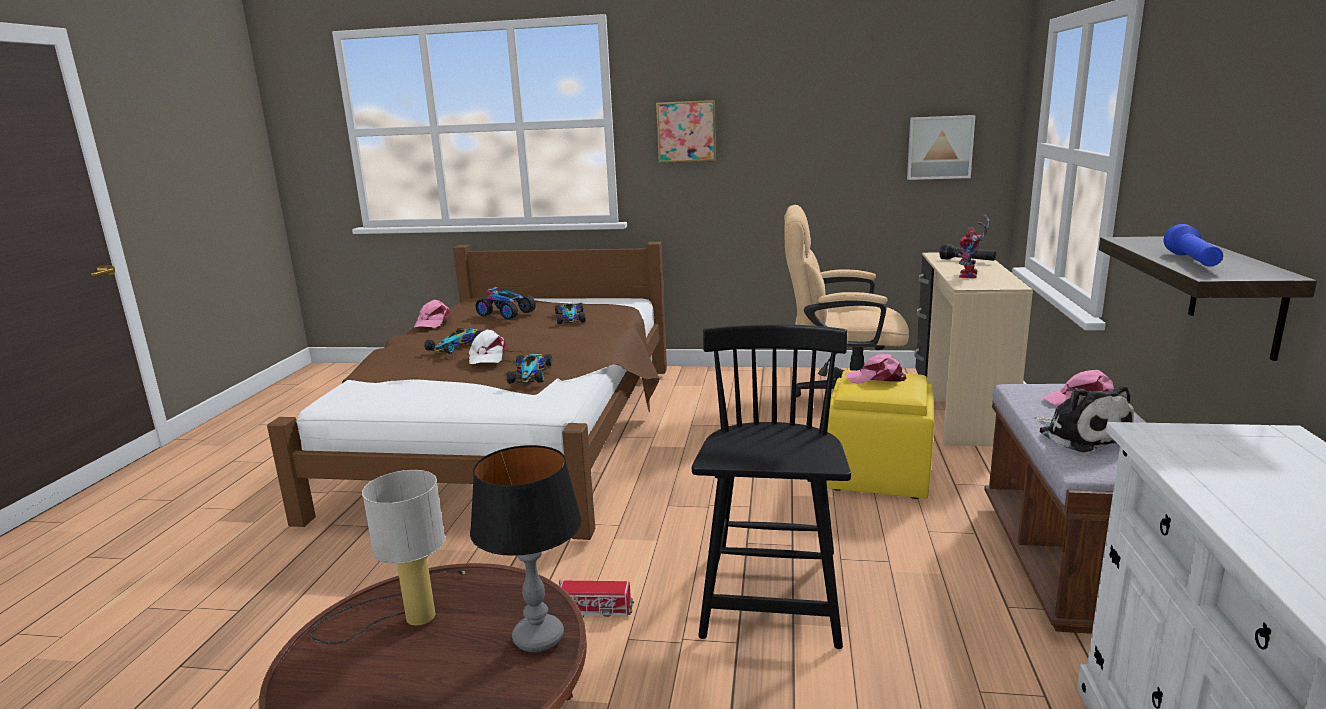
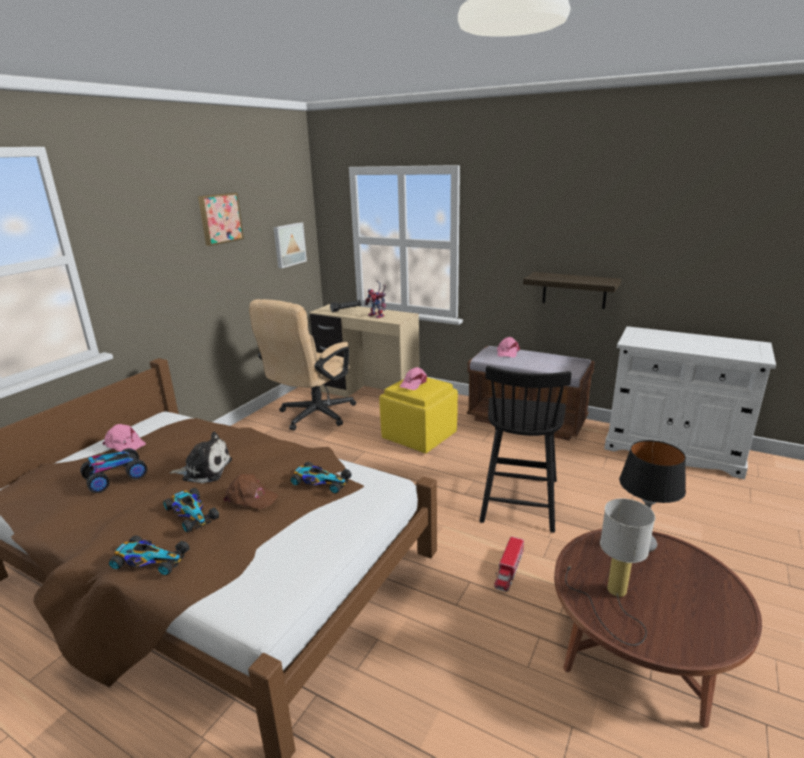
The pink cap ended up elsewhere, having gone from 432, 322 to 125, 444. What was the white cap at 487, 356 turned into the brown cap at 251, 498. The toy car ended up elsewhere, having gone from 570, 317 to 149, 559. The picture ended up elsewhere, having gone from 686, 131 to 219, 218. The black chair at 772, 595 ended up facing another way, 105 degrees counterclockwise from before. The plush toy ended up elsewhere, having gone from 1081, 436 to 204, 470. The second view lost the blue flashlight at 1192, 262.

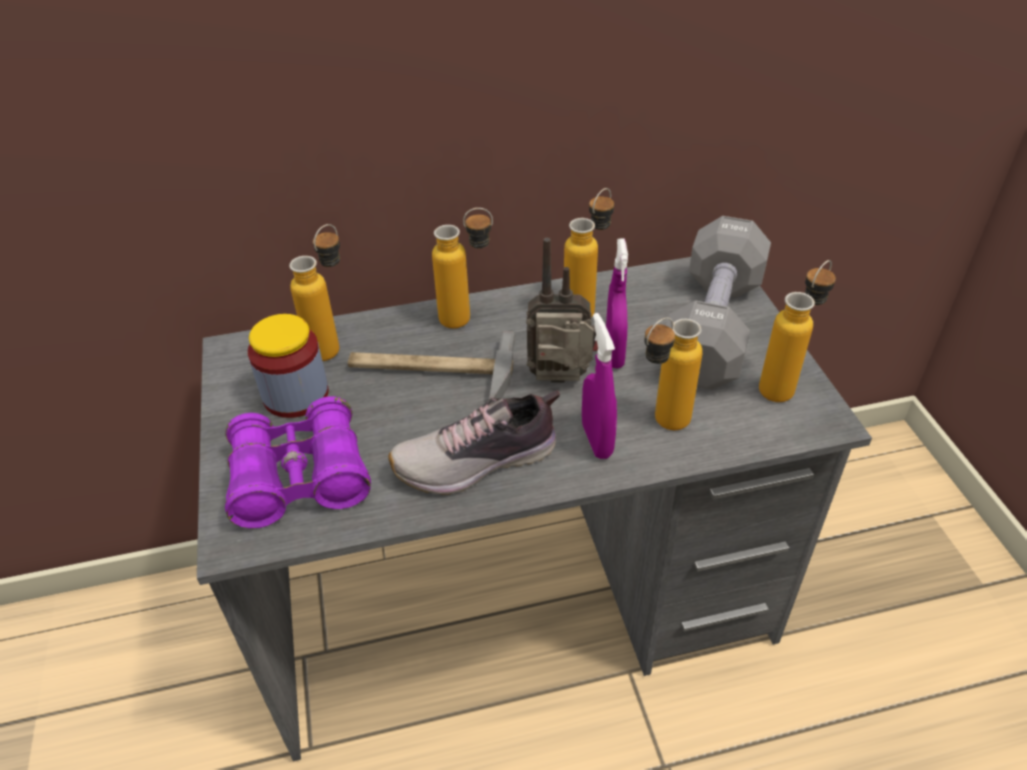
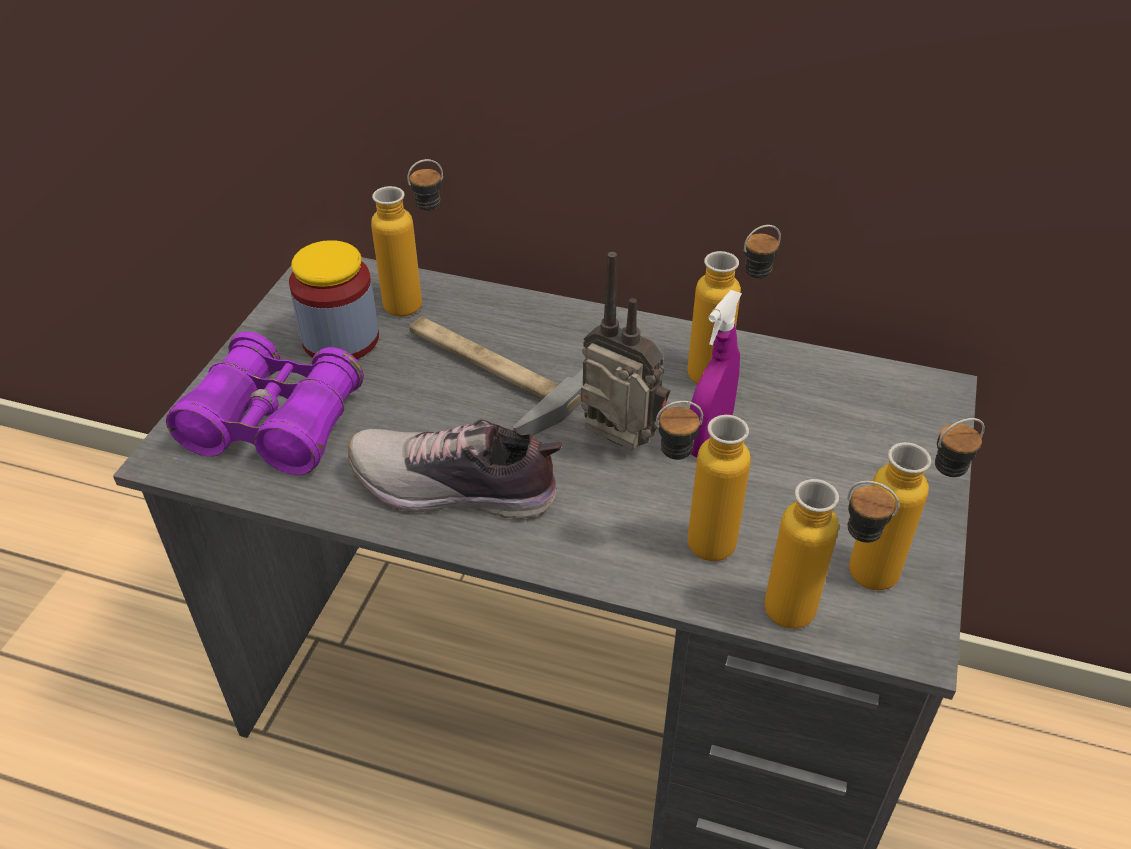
The bottle ended up elsewhere, having gone from 468, 319 to 810, 618. The second view lost the purple spray bottle at 596, 440. The second view lost the grey dumbbell at 712, 328.

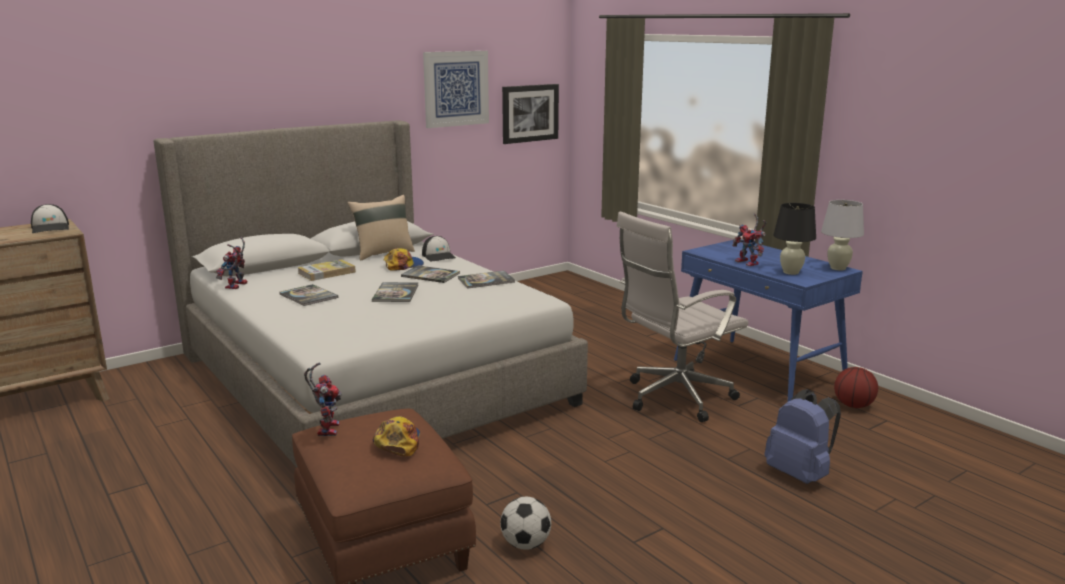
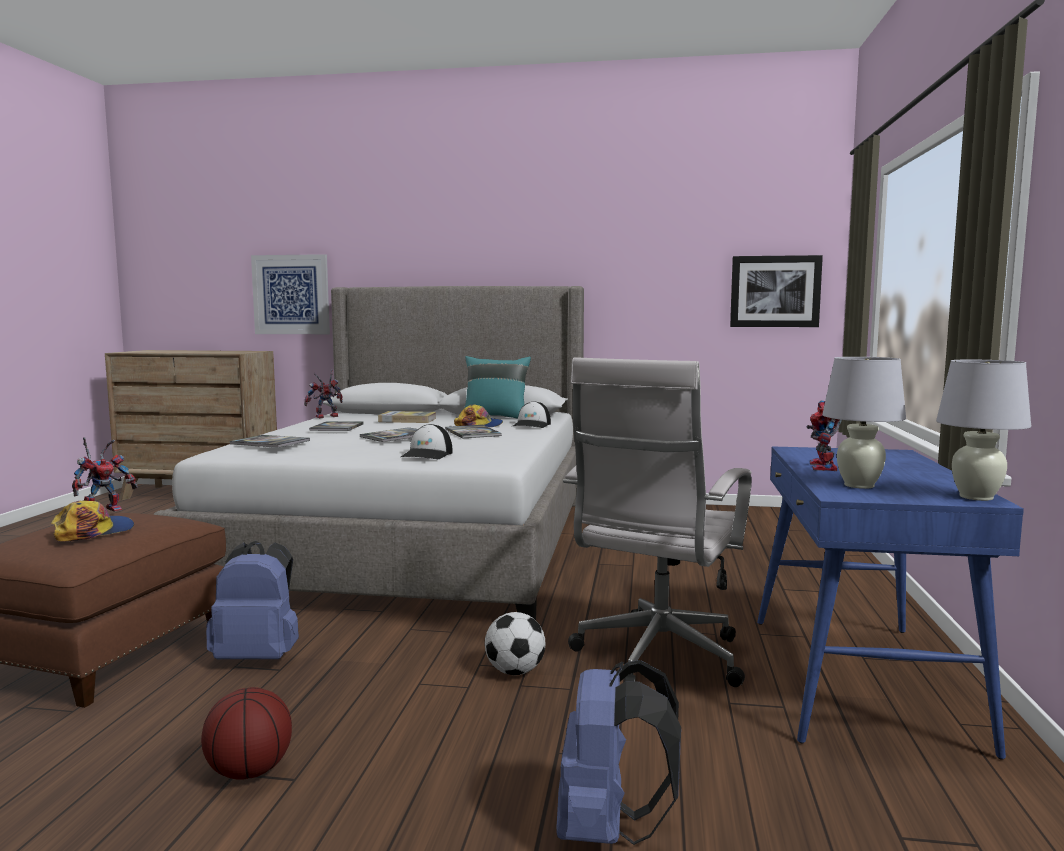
The cap ended up elsewhere, having gone from 51, 228 to 427, 455. What was the beige pillow at 383, 253 turned into the turquoise pillow at 496, 417. The picture ended up elsewhere, having gone from 456, 88 to 291, 294. The book ended up elsewhere, having gone from 486, 280 to 270, 443. The football ended up elsewhere, having gone from 525, 544 to 515, 671. The white office chair at 674, 398 ended up facing another way, 75 degrees counterclockwise from before. What was the black table lamp at 791, 272 turned into the white table lamp at 859, 485. The basketball ended up elsewhere, having gone from 853, 406 to 249, 772. The second view gained the blue backpack at 259, 657.

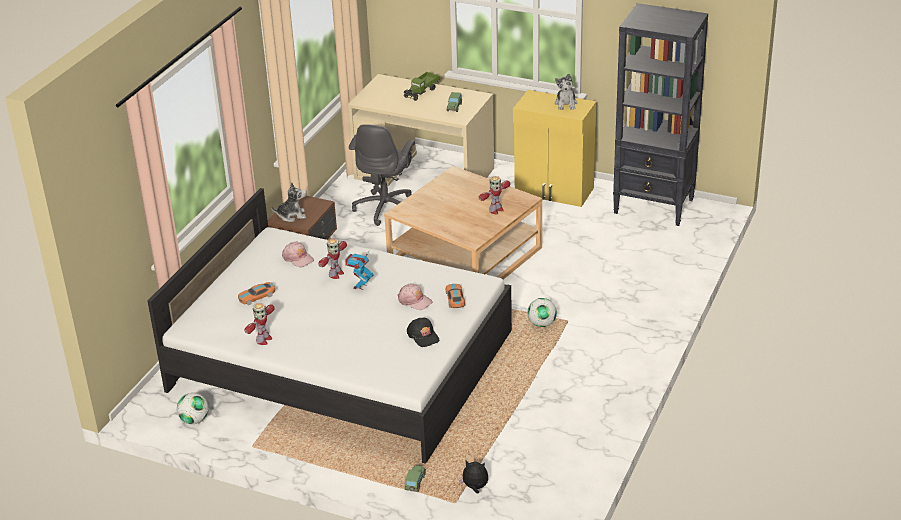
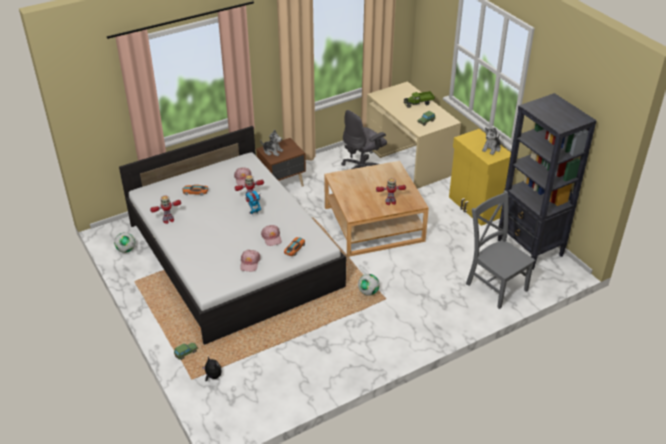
What was the black cap at 423, 336 turned into the pink cap at 249, 263. The second view gained the grey chair at 495, 285.

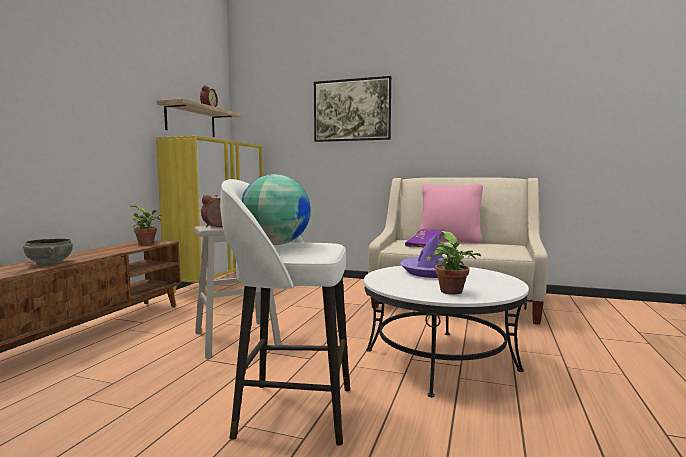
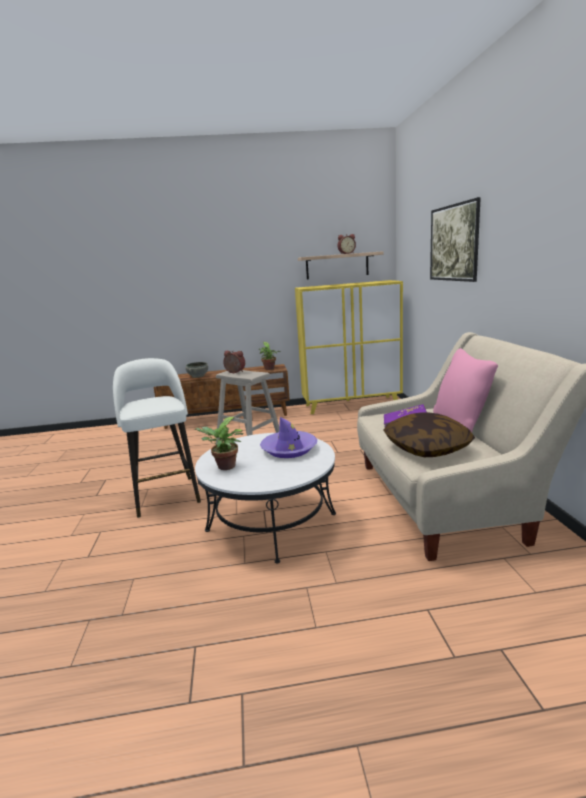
The second view lost the globe at 275, 244. The second view gained the pillow at 427, 447.

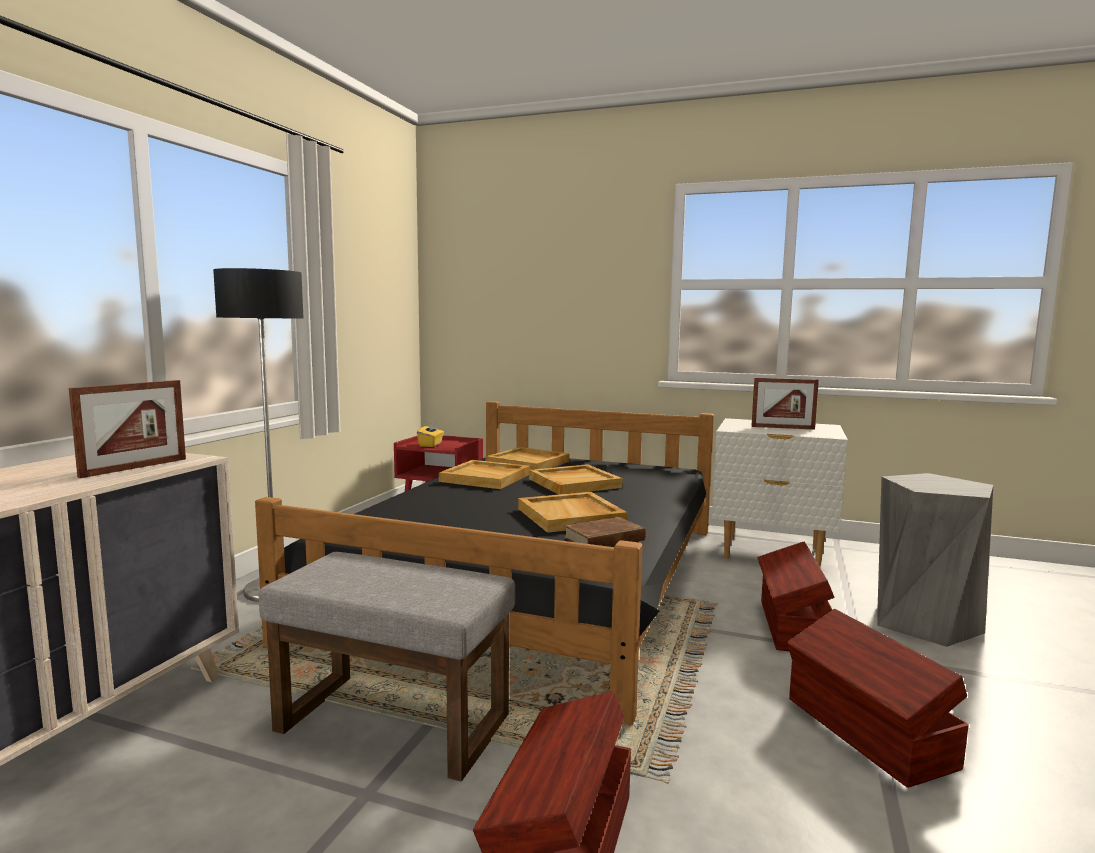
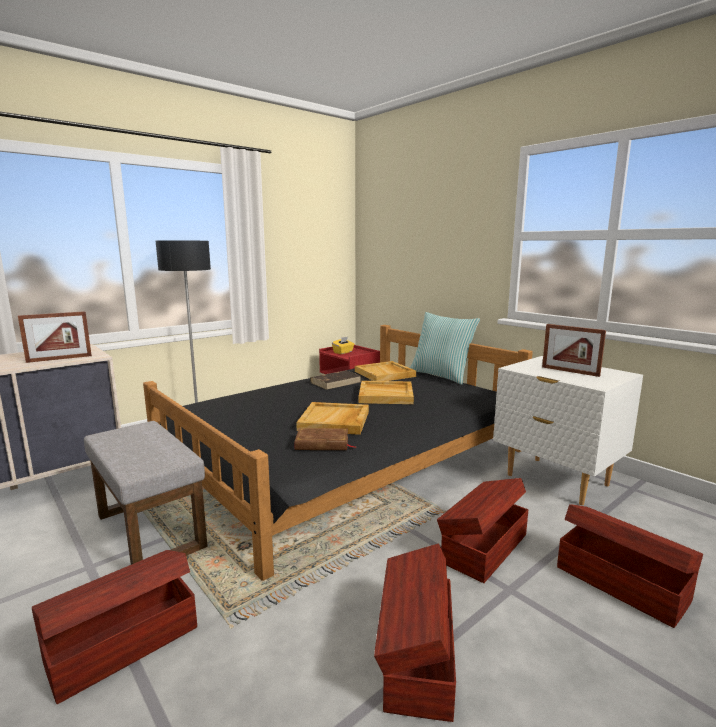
Where the beige tray stood at 486, 478, the brown book came to stand at 336, 382. Where the grey stool stood at 924, 622, the brown storage box came to stand at 620, 582. The second view gained the pillow at 441, 375.

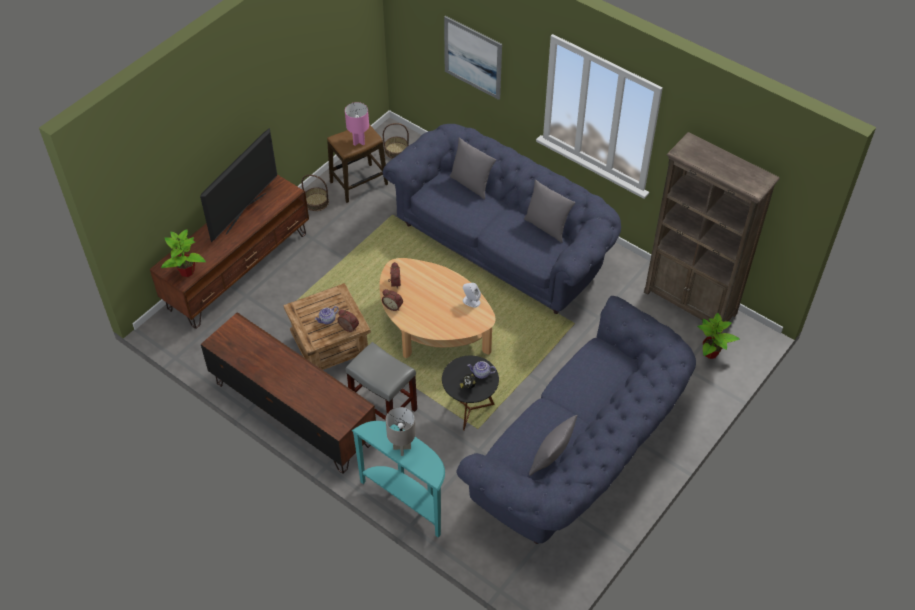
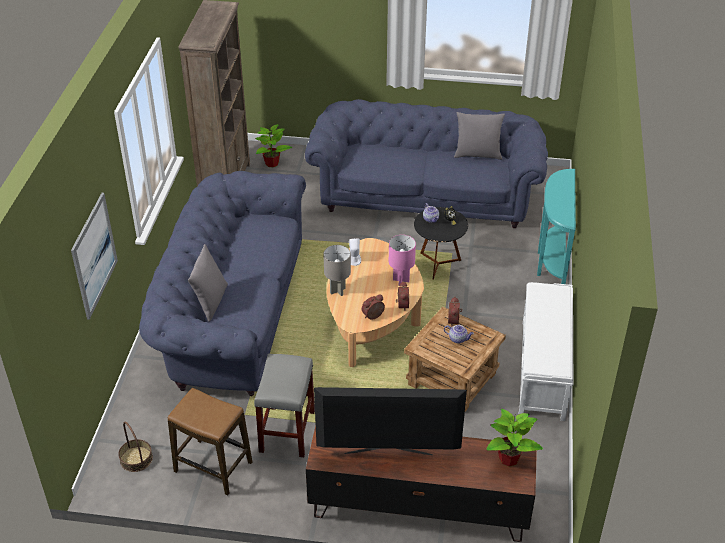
Where the brown tv stand stood at 292, 412, the white bench came to stand at 543, 370. The second view lost the basket at 316, 202. The pink table lamp ended up elsewhere, having gone from 359, 141 to 400, 280. The grey stool ended up elsewhere, having gone from 382, 408 to 287, 432. The grey table lamp ended up elsewhere, having gone from 402, 448 to 337, 290. The second view lost the grey pillow at 547, 227.

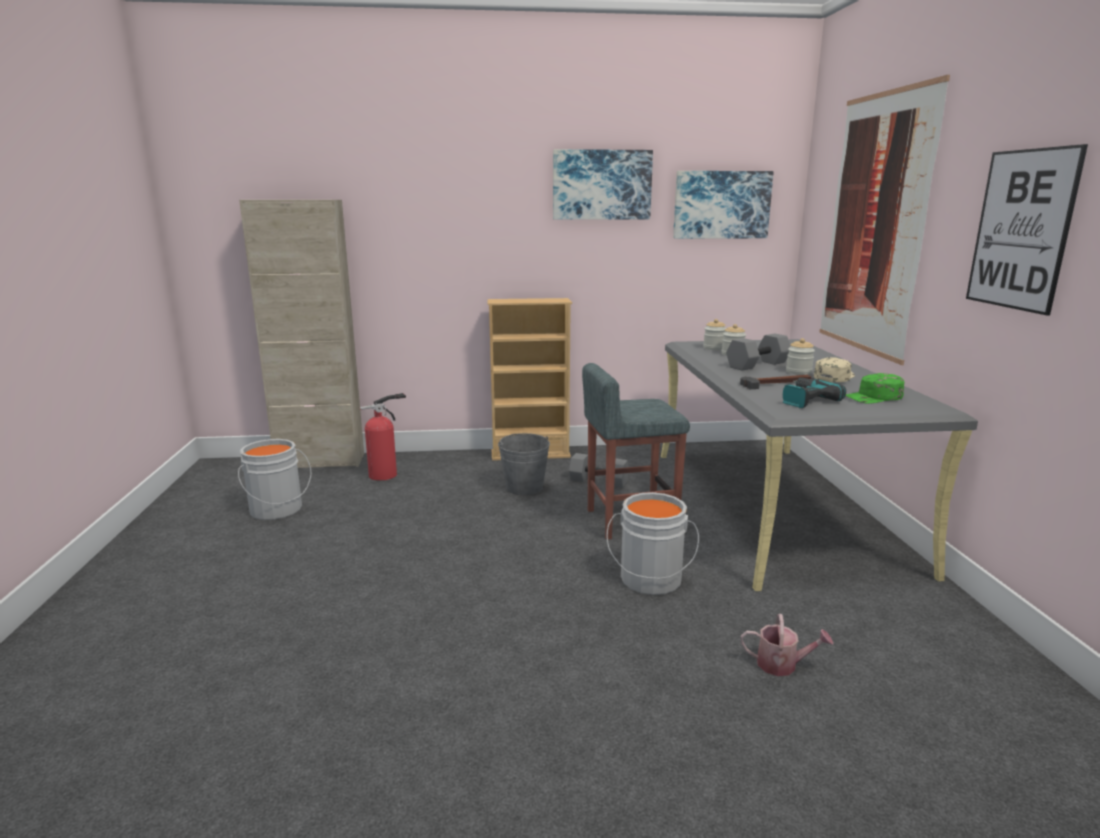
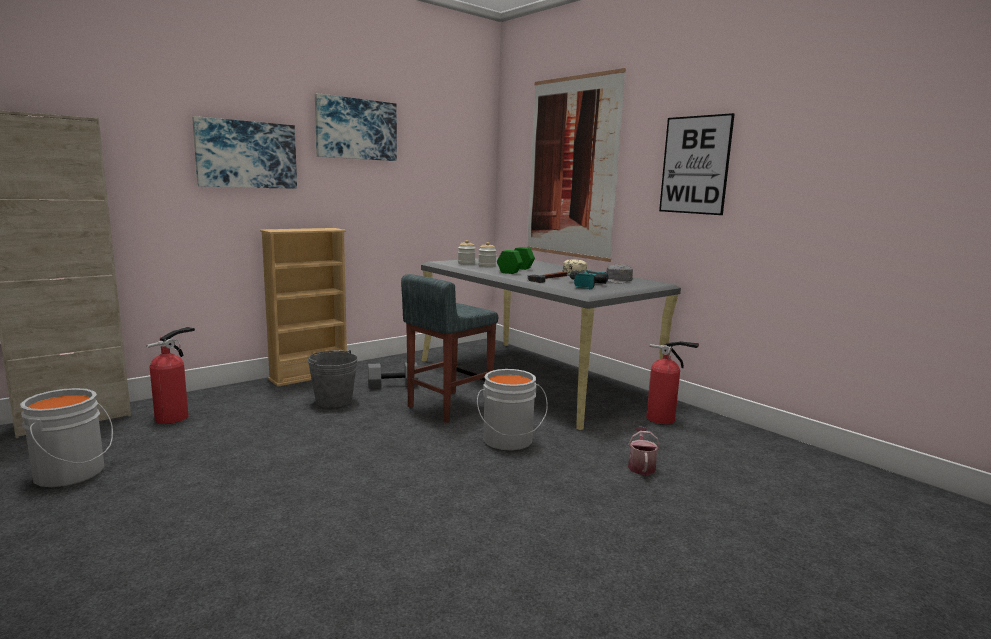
The picture ended up elsewhere, having gone from 721, 205 to 246, 154. What was the grey dumbbell at 757, 365 turned into the green dumbbell at 516, 270. The watering can at 782, 665 ended up facing another way, 60 degrees counterclockwise from before. The second view lost the jar at 798, 372. What was the green cap at 873, 397 turned into the grey cap at 616, 281. The second view gained the fire extinguisher at 663, 419.

